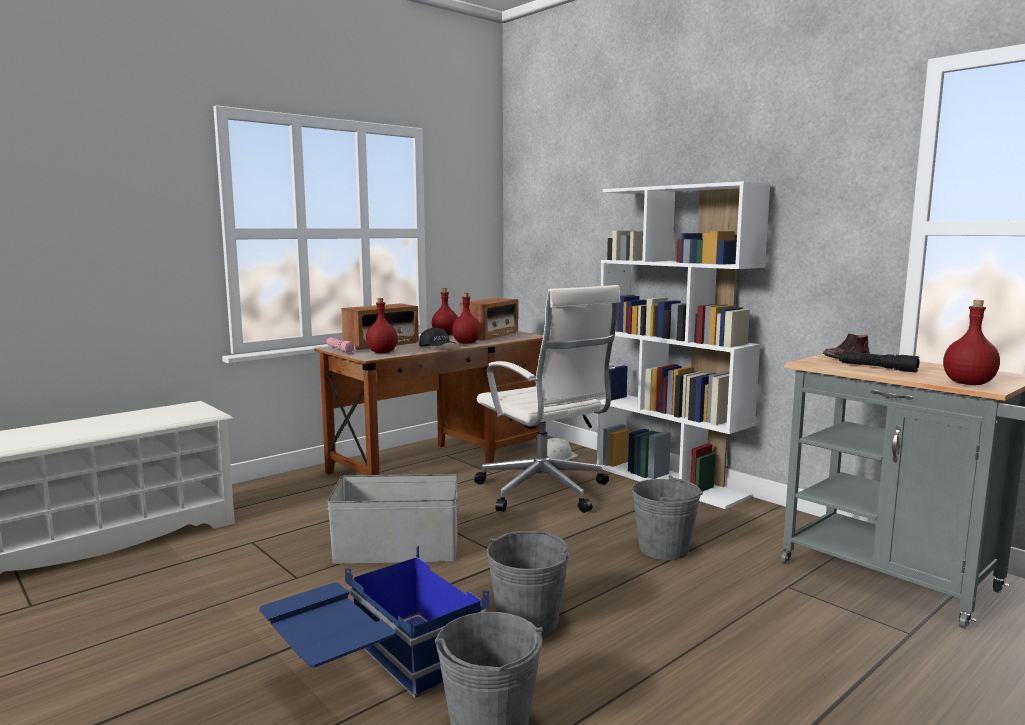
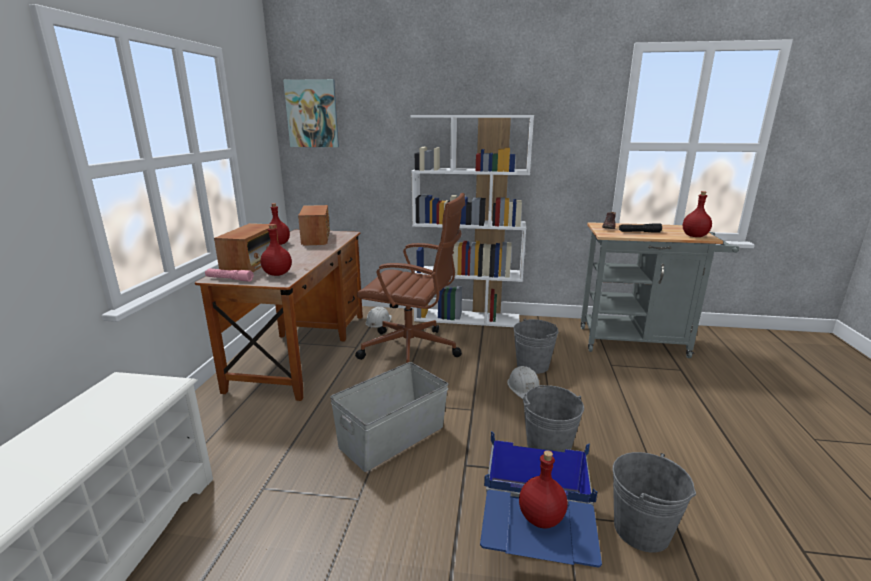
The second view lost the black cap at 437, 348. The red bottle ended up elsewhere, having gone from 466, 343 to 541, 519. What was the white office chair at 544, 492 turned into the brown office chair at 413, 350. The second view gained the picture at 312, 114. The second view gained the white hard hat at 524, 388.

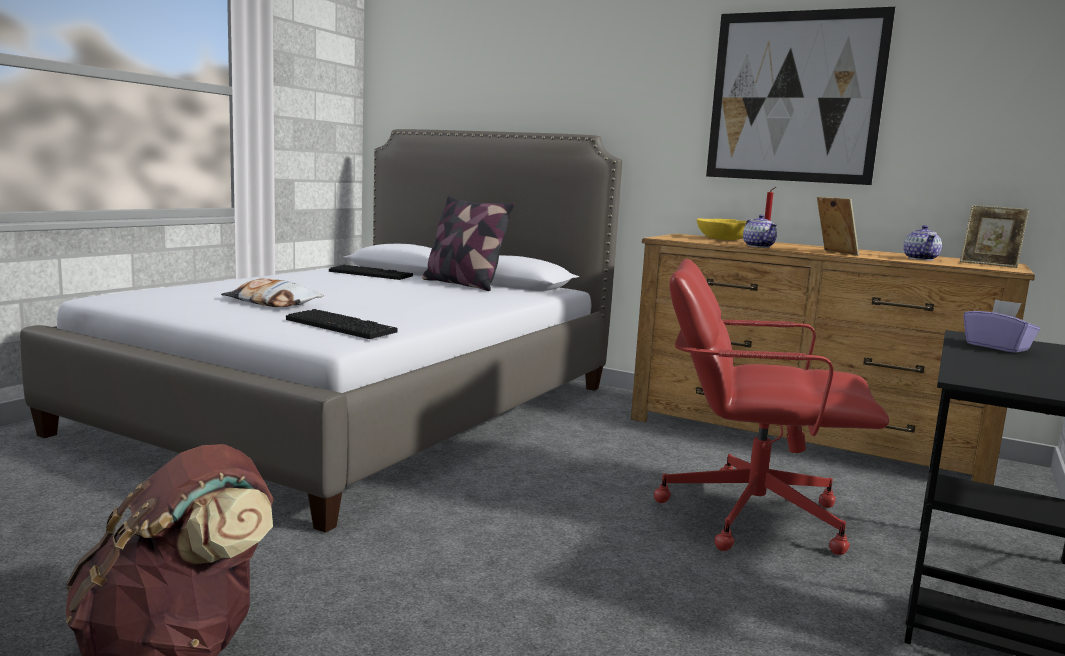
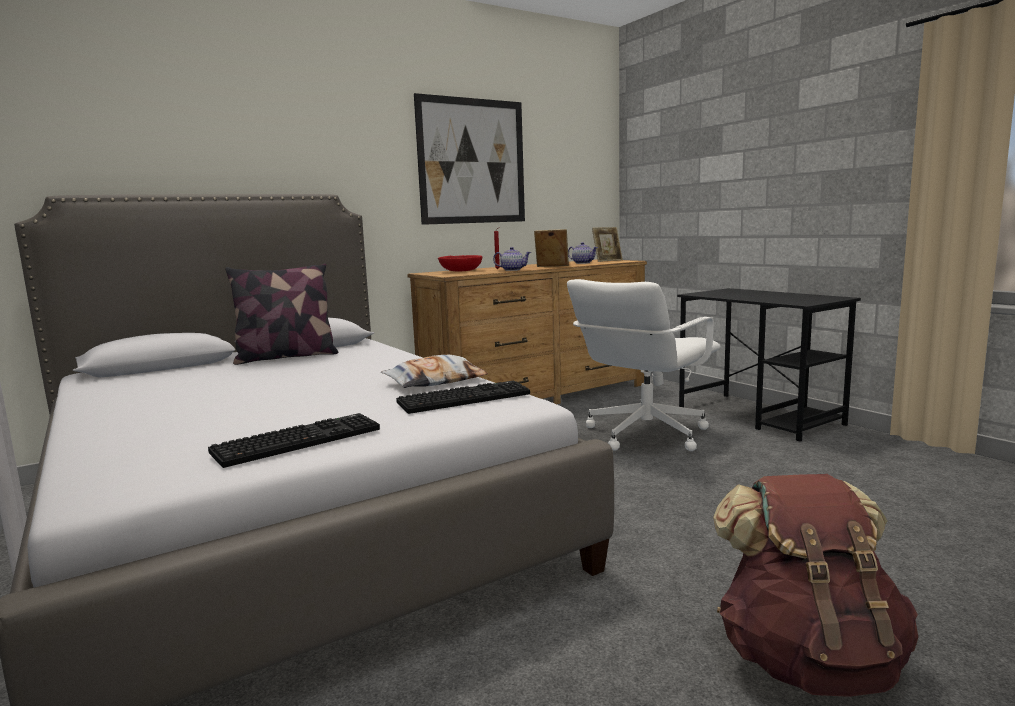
The pillow ended up elsewhere, having gone from 273, 303 to 435, 381. The keyboard ended up elsewhere, having gone from 372, 274 to 299, 440. What was the red office chair at 750, 515 turned into the white office chair at 644, 434. What was the yellow bowl at 723, 239 turned into the red bowl at 460, 271. The second view lost the purple tissue box at 997, 347.

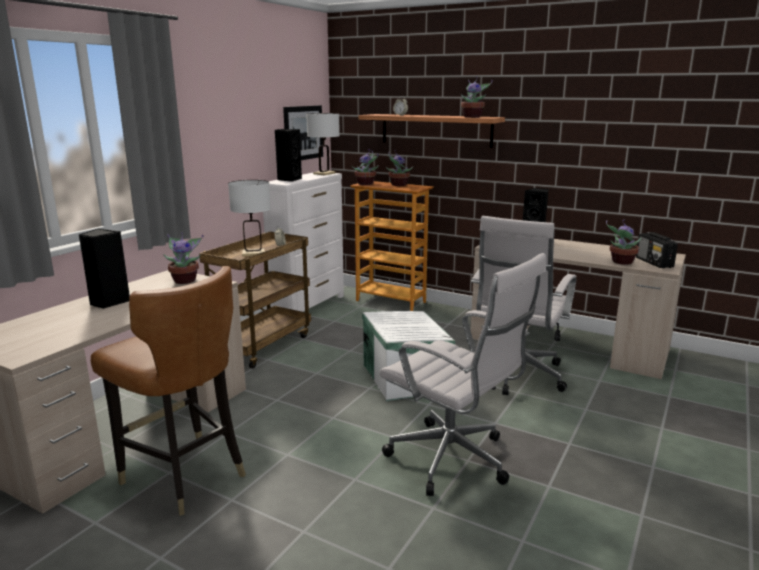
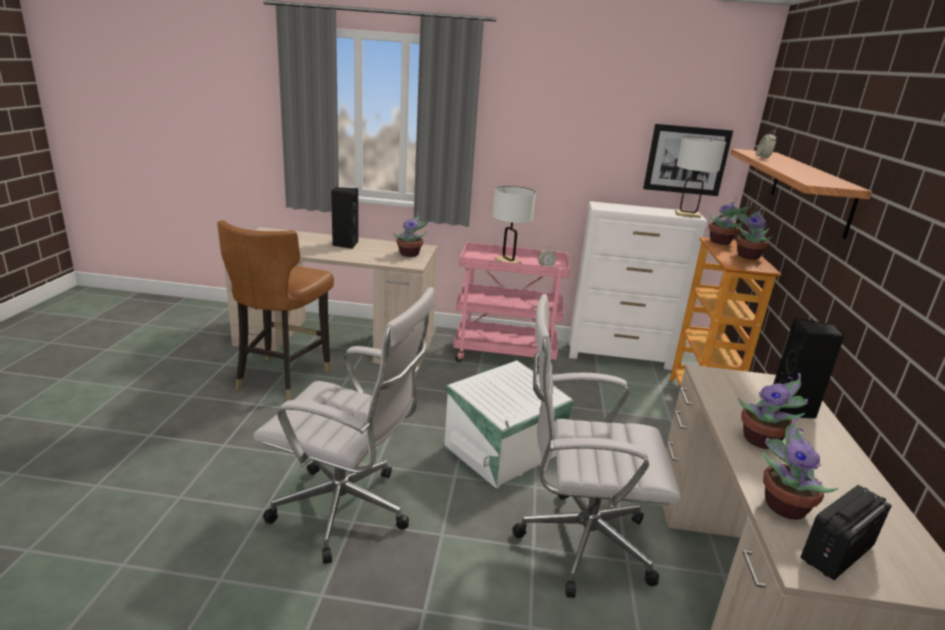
What was the brown cart at 262, 345 turned into the pink cart at 505, 355. The second view lost the black speaker at 289, 179. The white office chair at 454, 461 ended up facing another way, 90 degrees counterclockwise from before. The potted plant ended up elsewhere, having gone from 473, 117 to 763, 441.

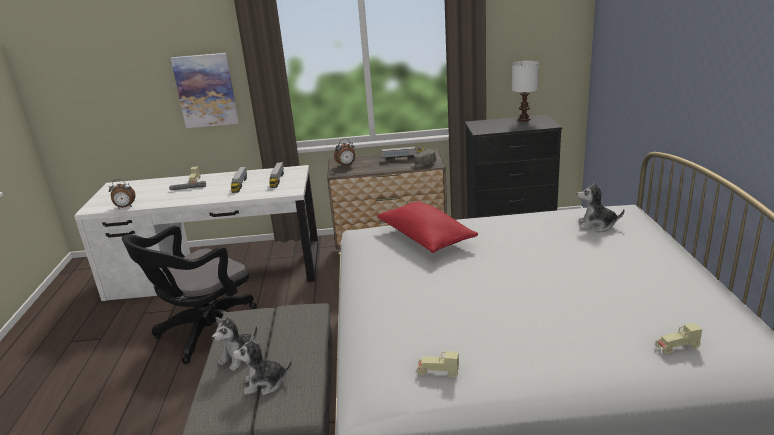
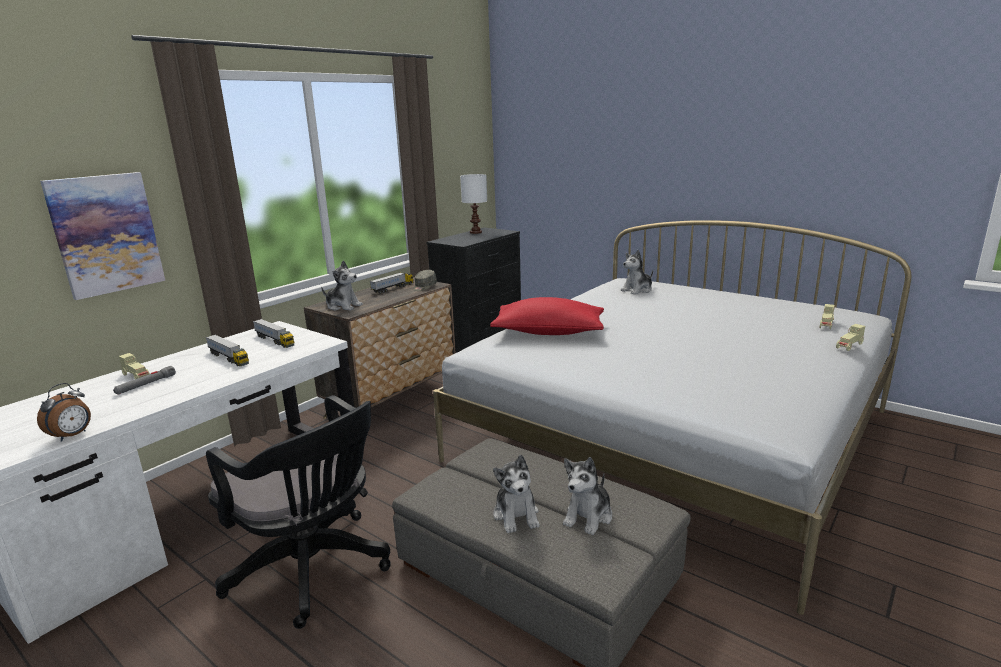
The black office chair at 205, 333 ended up facing another way, 45 degrees counterclockwise from before. Where the alarm clock stood at 346, 165, the plush toy came to stand at 343, 306. The beige toy car ended up elsewhere, having gone from 437, 372 to 849, 346.

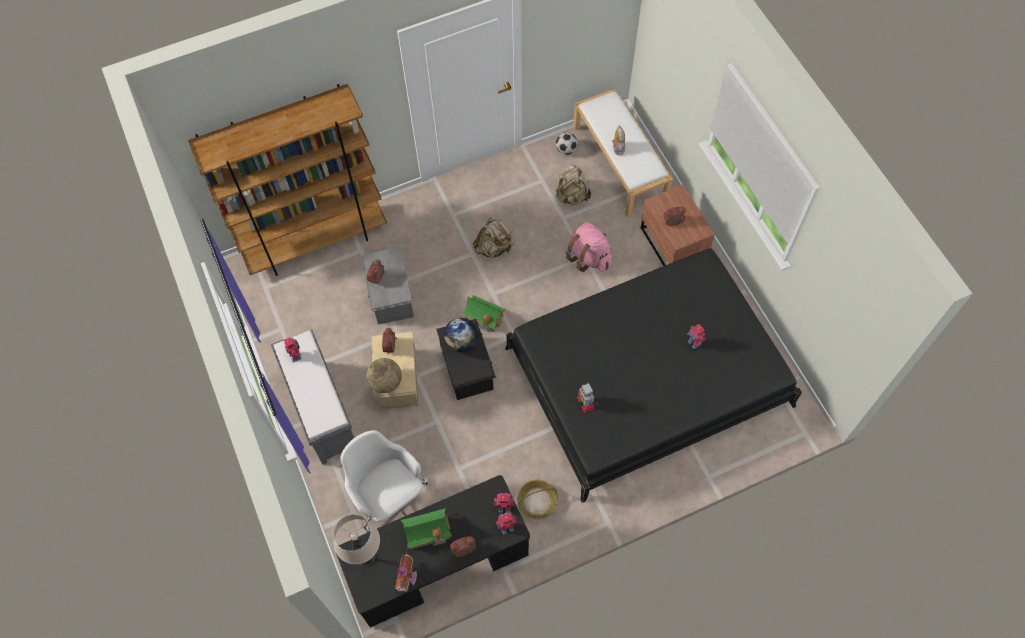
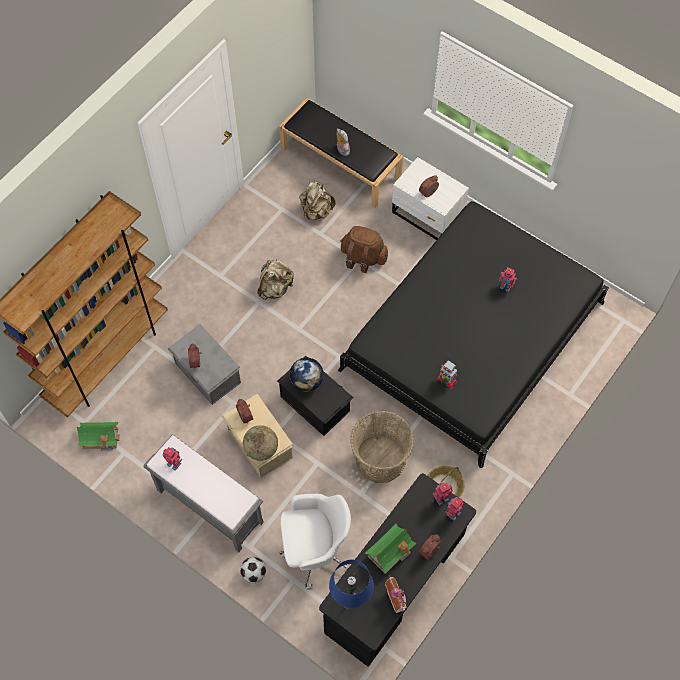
What was the beige table lamp at 366, 557 turned into the blue table lamp at 351, 601. The white office chair at 389, 497 ended up facing another way, 150 degrees clockwise from before. The toy house ended up elsewhere, having gone from 484, 317 to 100, 438. The football ended up elsewhere, having gone from 566, 149 to 254, 573. What was the pink backpack at 589, 257 turned into the brown backpack at 363, 258. What was the white bench at 620, 163 turned into the black bench at 341, 163. What was the brown nightstand at 672, 246 turned into the white nightstand at 427, 215. The second view gained the basket at 380, 459.

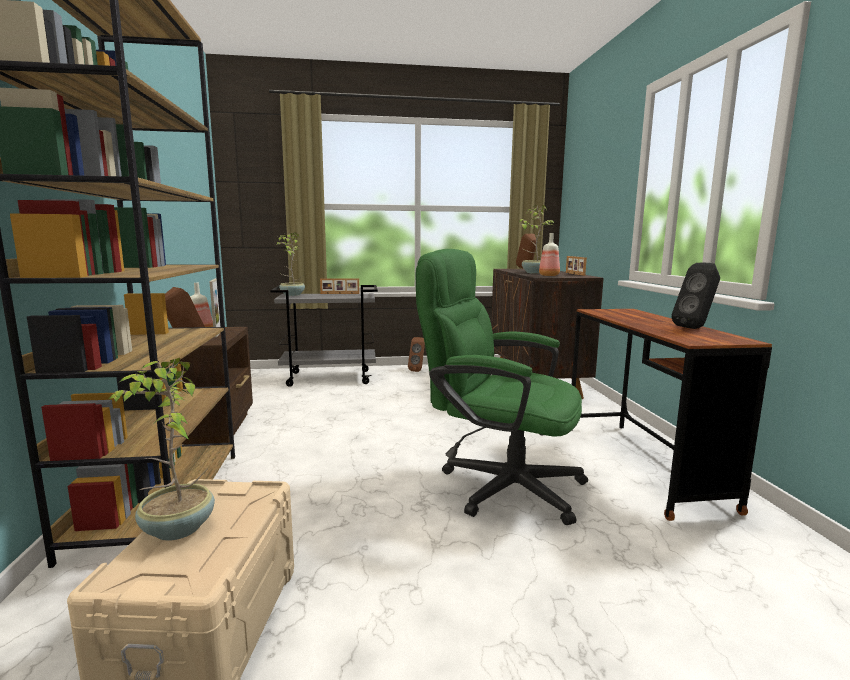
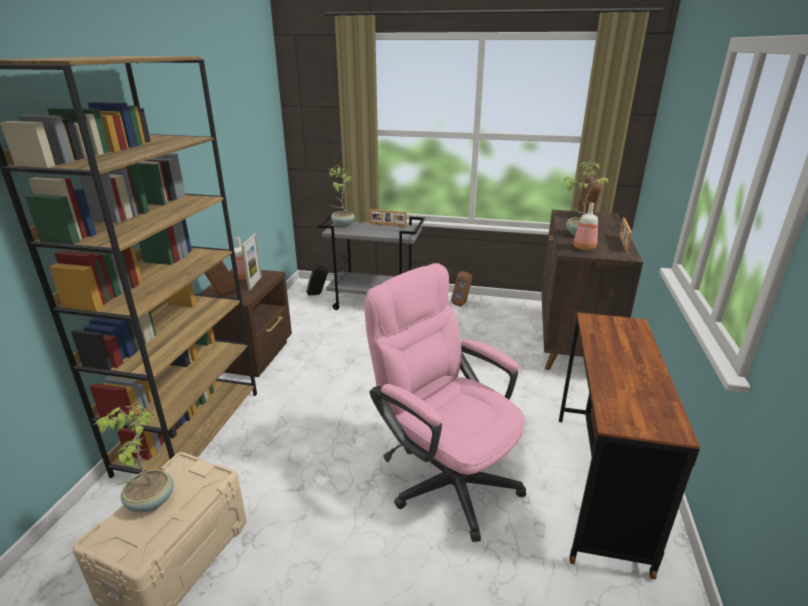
What was the green office chair at 498, 484 turned into the pink office chair at 444, 476. The black speaker ended up elsewhere, having gone from 695, 328 to 318, 294.

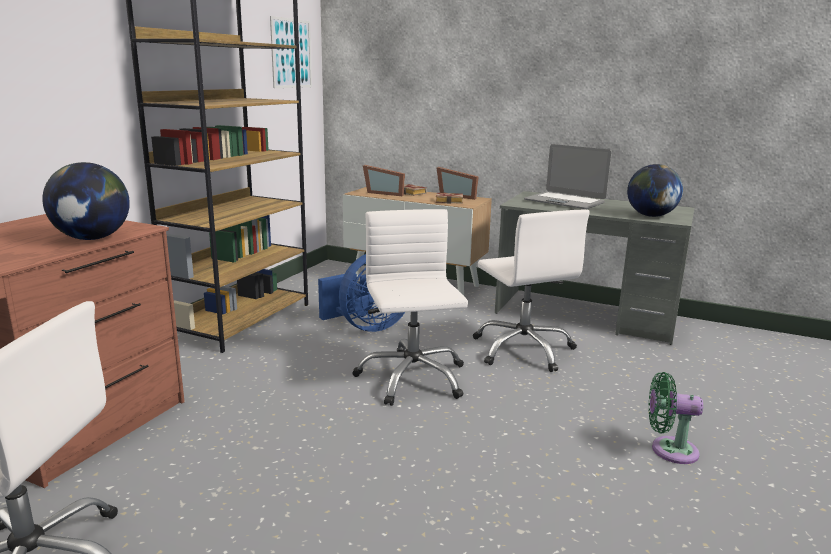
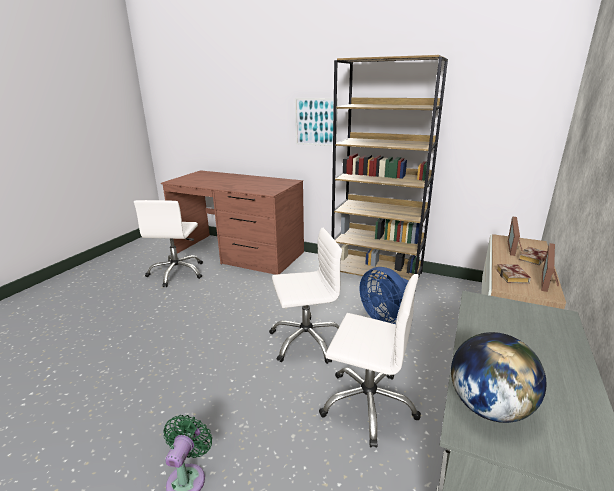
The second view lost the globe at 92, 238. The picture ended up elsewhere, having gone from 291, 53 to 315, 122. The white office chair at 523, 349 ended up facing another way, 135 degrees counterclockwise from before. The second view lost the laptop at 564, 202.

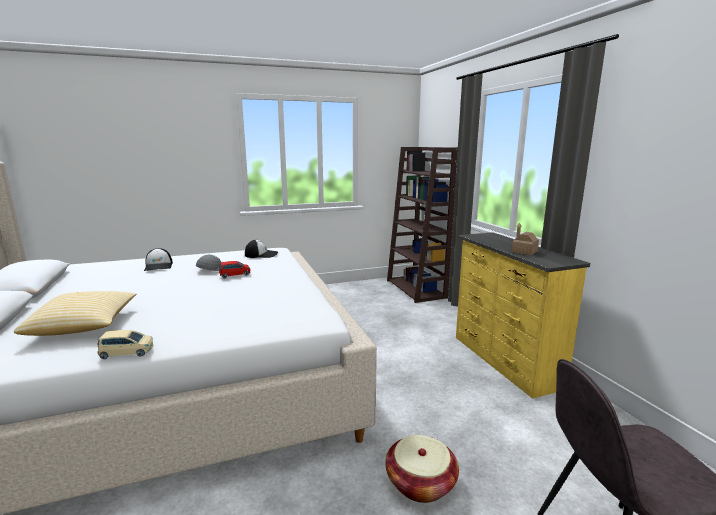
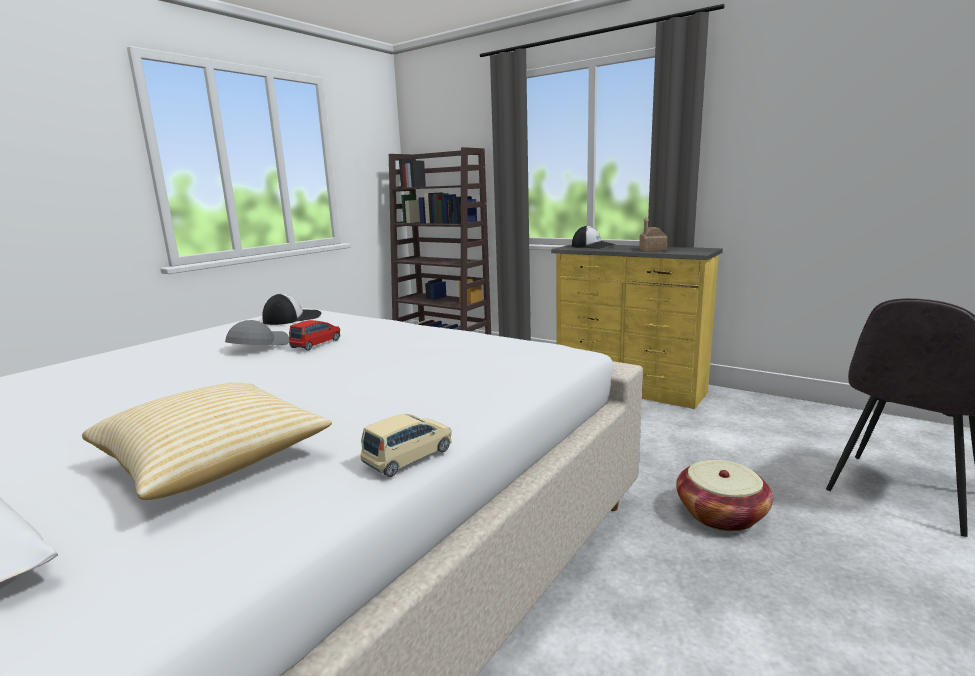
The cap ended up elsewhere, having gone from 159, 266 to 593, 246.

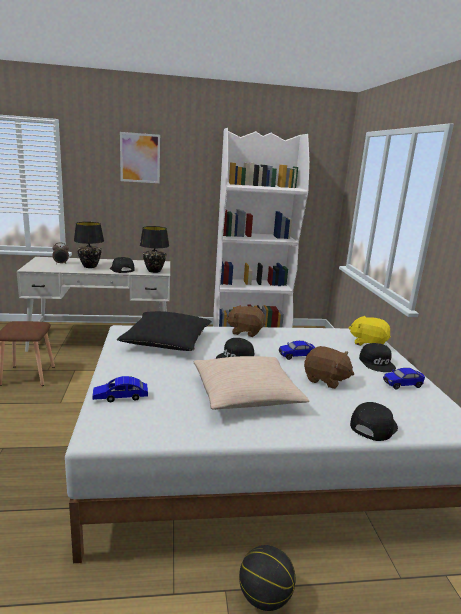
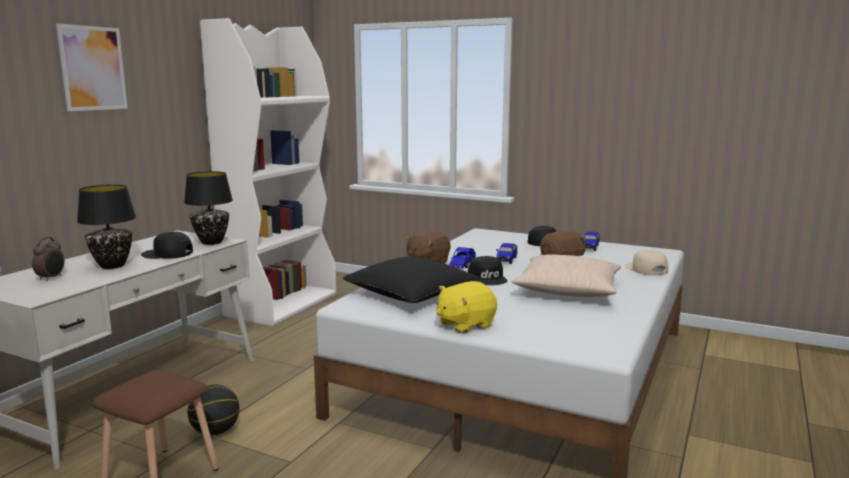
The blue toy car ended up elsewhere, having gone from 120, 397 to 462, 265. The basketball ended up elsewhere, having gone from 264, 597 to 215, 432. The yellow plush toy ended up elsewhere, having gone from 368, 343 to 465, 324. What was the black cap at 372, 425 turned into the beige cap at 645, 269.

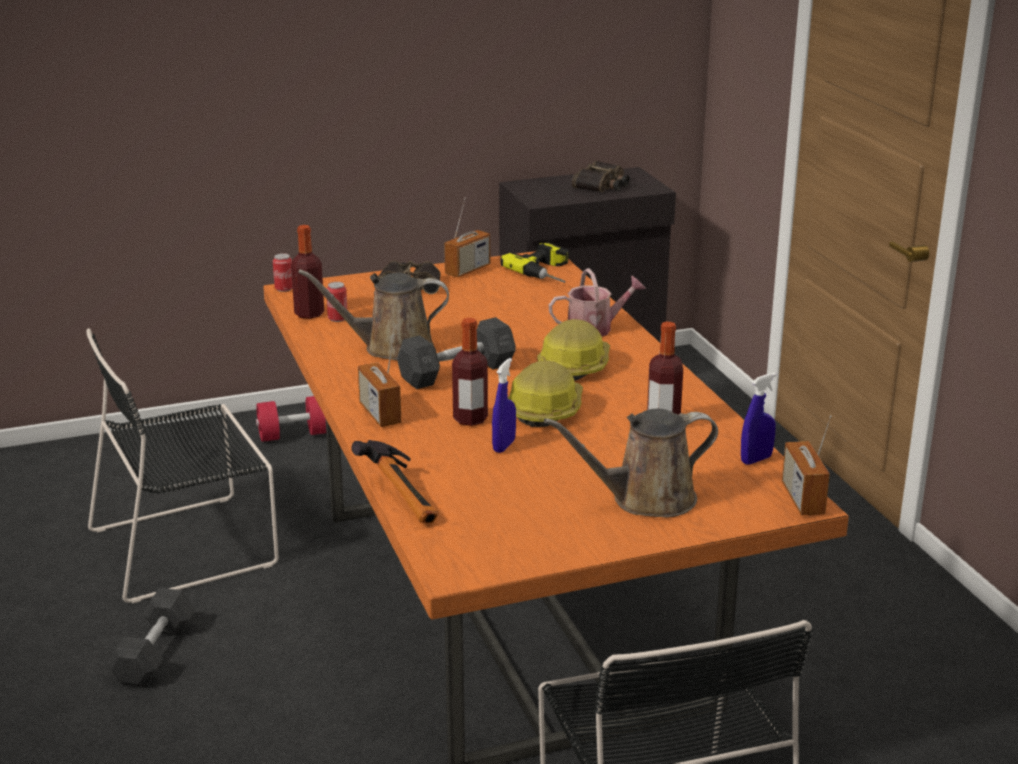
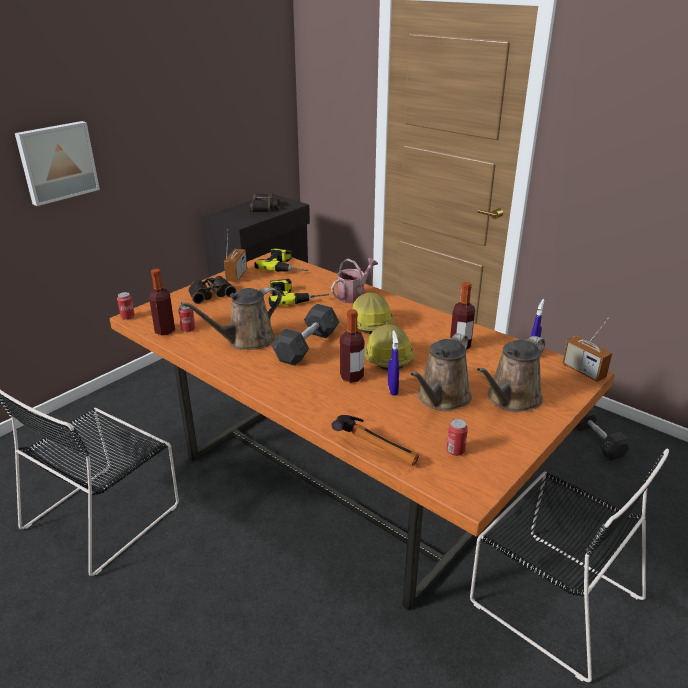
The grey dumbbell ended up elsewhere, having gone from 154, 653 to 597, 440. The second view lost the red dumbbell at 294, 435. The second view lost the radio at 380, 414. The second view gained the picture at 57, 162. The second view gained the power drill at 296, 296. The second view gained the brown watering can at 441, 399. The second view gained the can at 455, 451.

